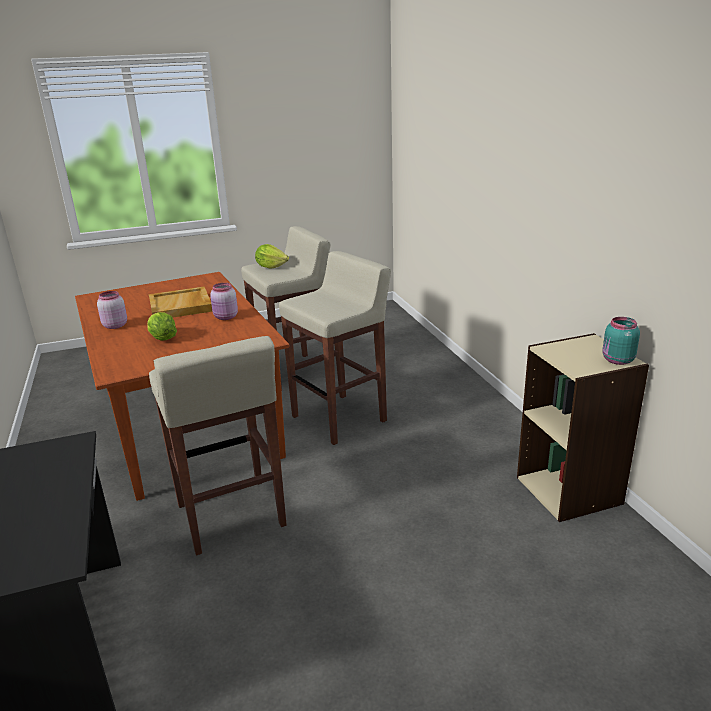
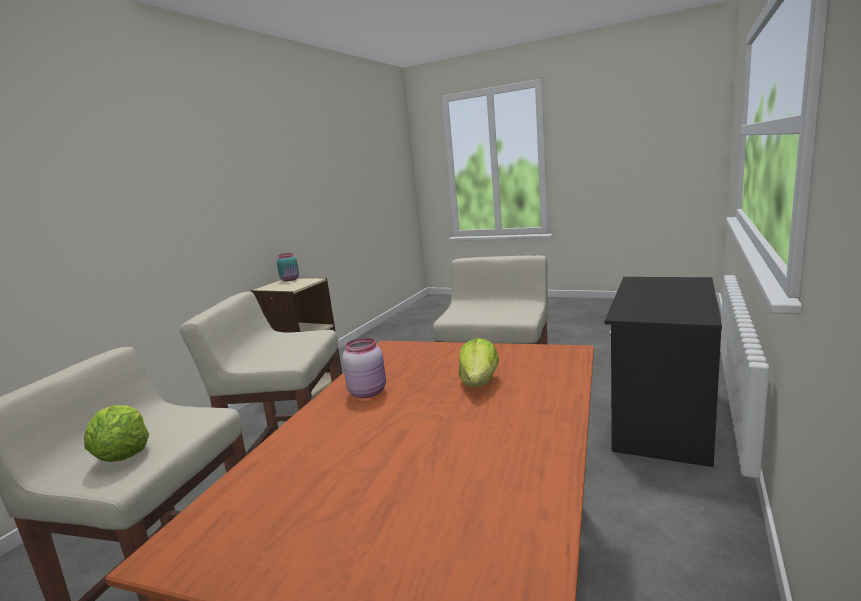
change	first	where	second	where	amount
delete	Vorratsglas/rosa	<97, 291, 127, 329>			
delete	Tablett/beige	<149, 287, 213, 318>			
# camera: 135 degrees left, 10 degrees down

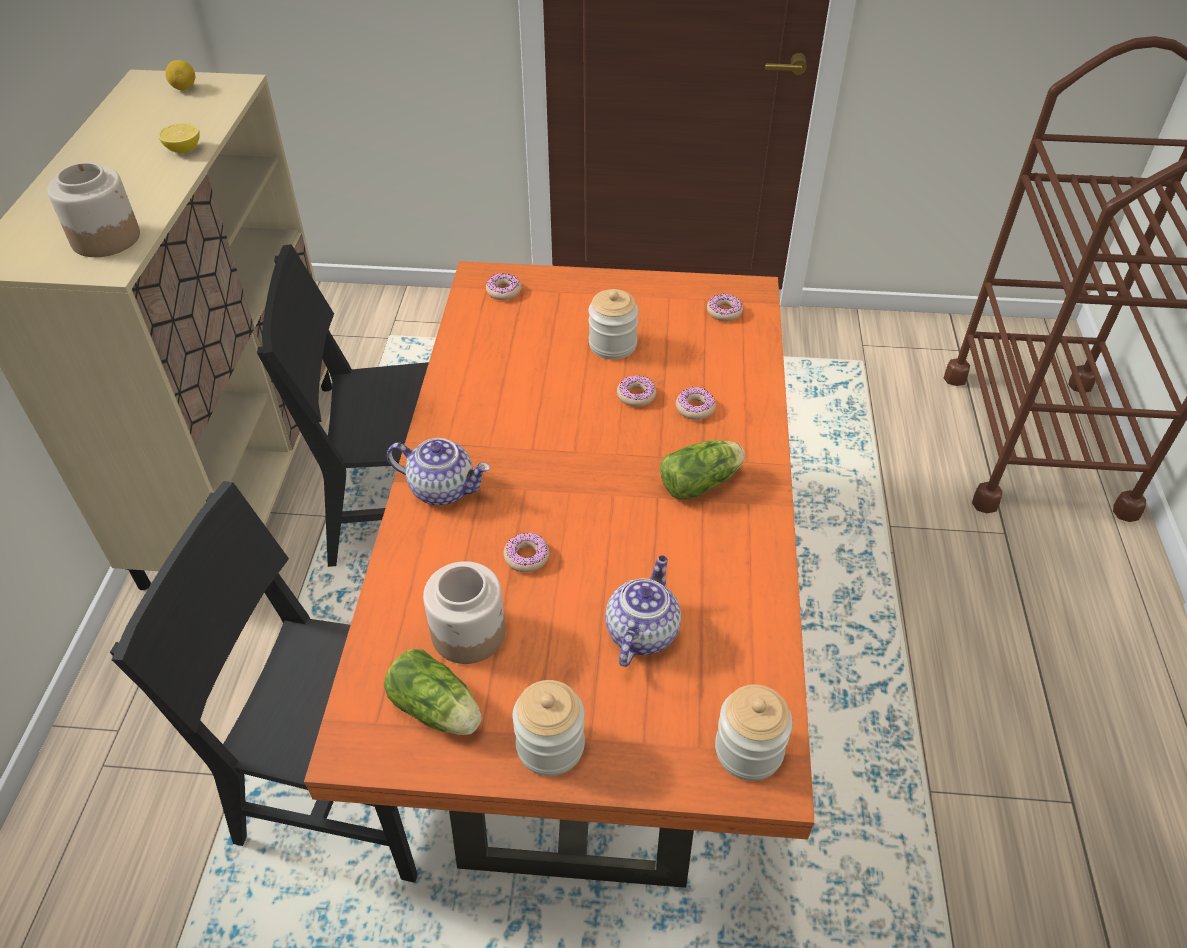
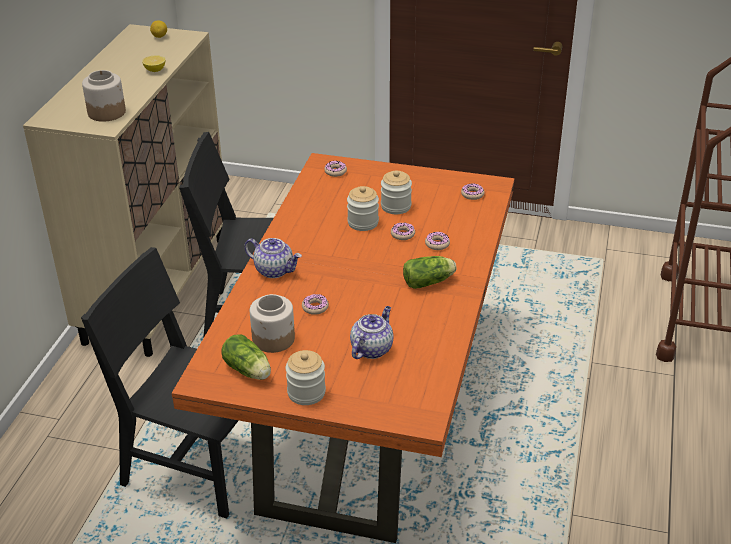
change	first	where	second	where	amount
move	Vorratsglas	<715, 684, 793, 781>		<347, 186, 379, 231>	
# camera: 10 degrees right, 10 degrees down

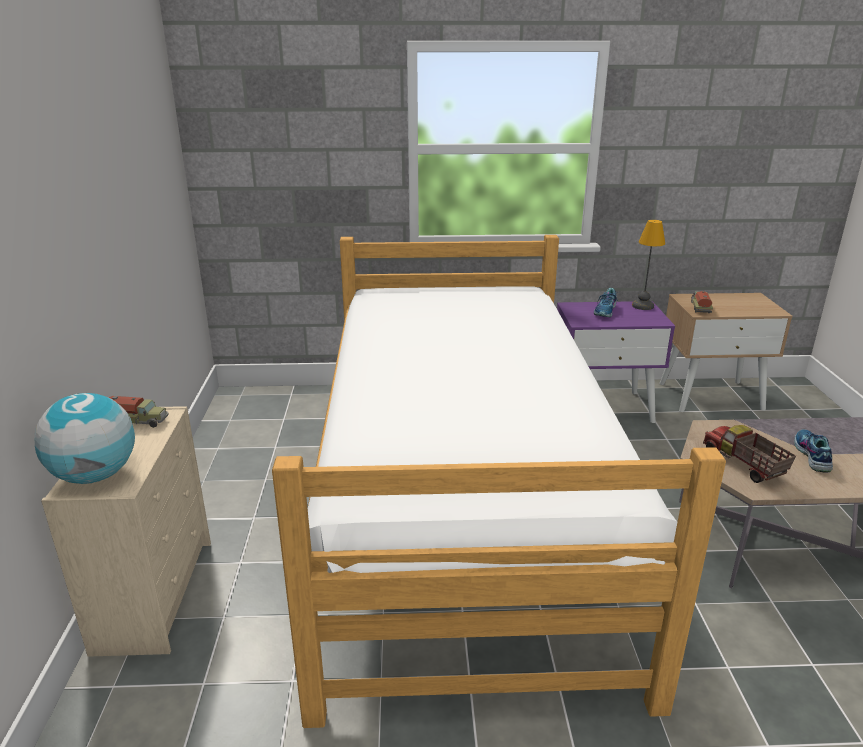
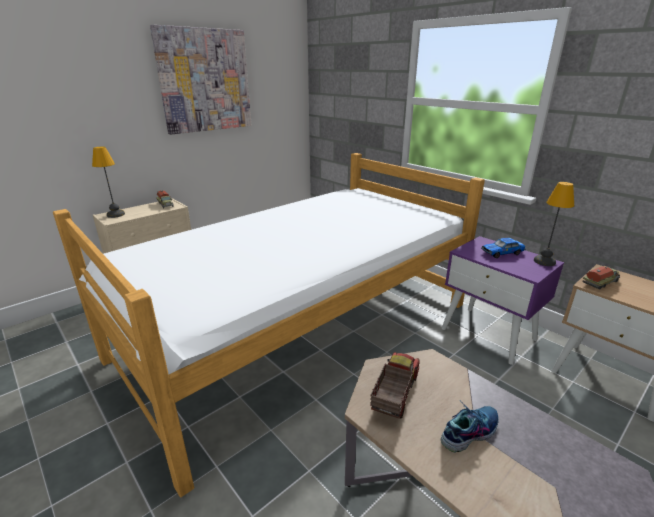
change	first	where	second	where	amount
insert			Bild	<150, 25, 251, 134>	
replace	Globus	<35, 393, 135, 484>	Tischlampe	<92, 147, 125, 218>	
replace	Schuh	<594, 288, 617, 317>	Spielzeugauto	<481, 238, 526, 258>	
# camera: 50 degrees right, 0 degrees up

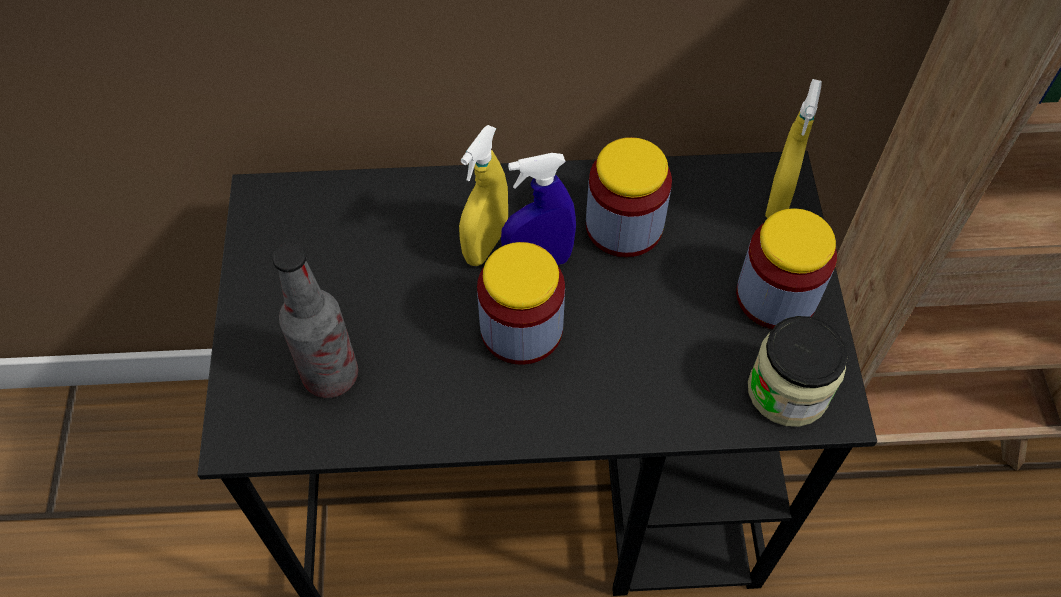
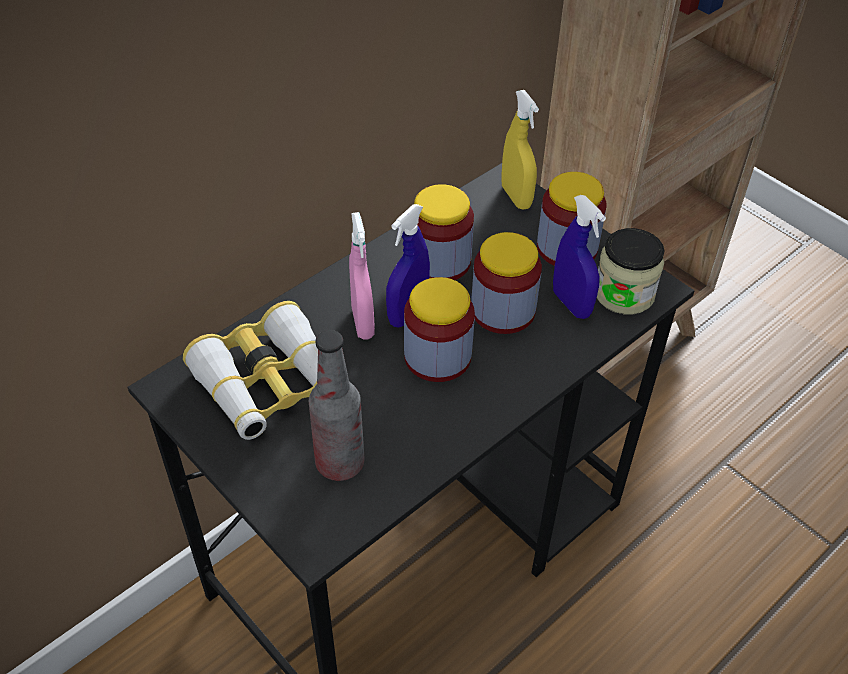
change	first	where	second	where	amount
insert			Fernglas	<183, 301, 318, 440>	
insert			Vorratsglas	<471, 232, 542, 334>	
insert			Sprühflasche/blau	<553, 195, 606, 319>	
recolor	Sprühflasche/gelb	<459, 125, 508, 266>	Sprühflasche/rosa	<349, 212, 375, 340>	
# camera: 40 degrees left, 10 degrees down

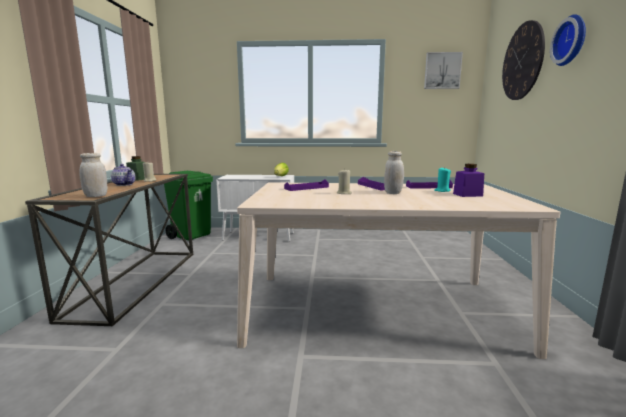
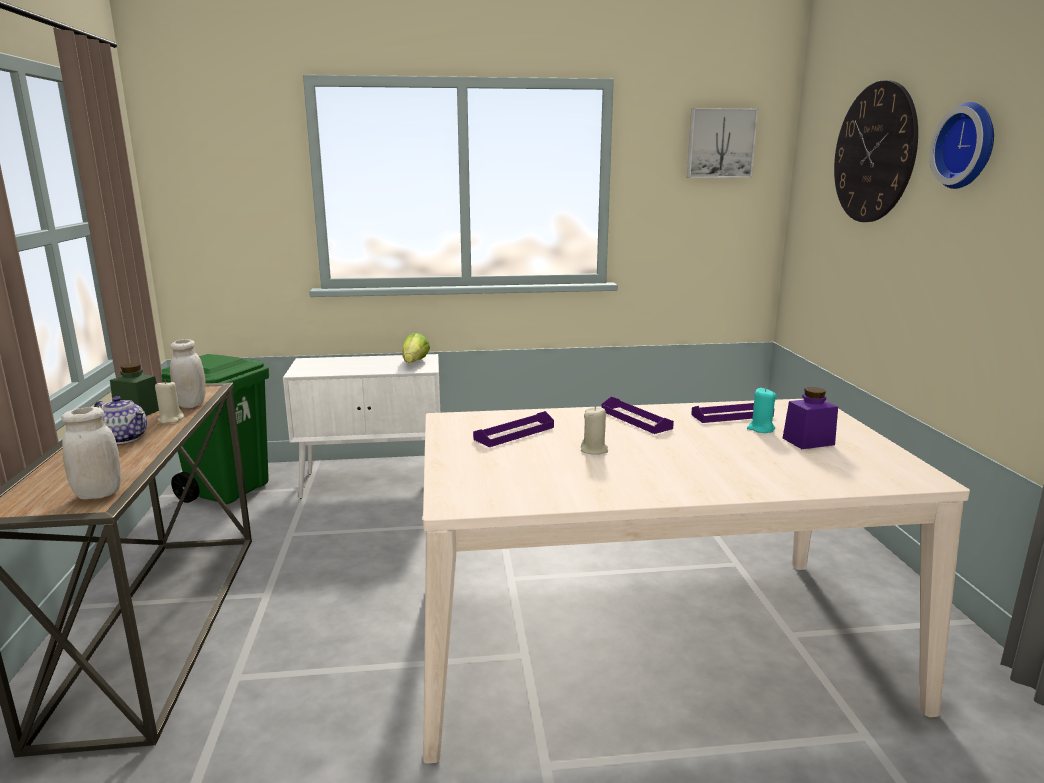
change	first	where	second	where	amount
move	Vorratsglas/weiß	<384, 151, 404, 194>		<170, 339, 206, 408>	
# camera: 10 degrees left, 5 degrees up

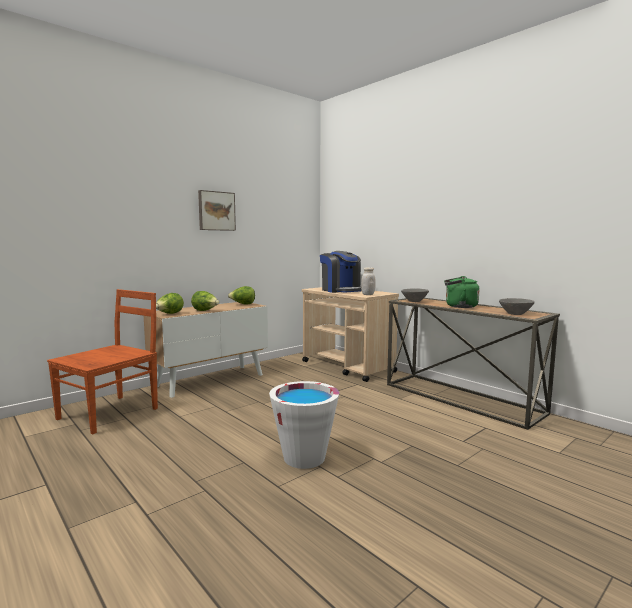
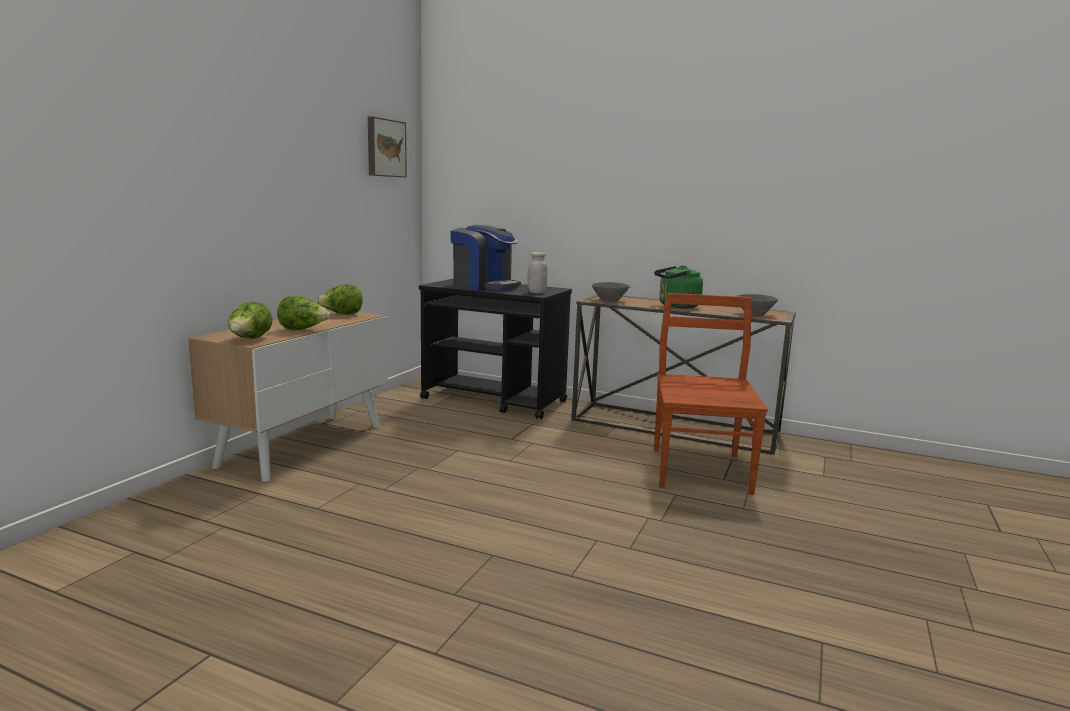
change	first	where	second	where	amount
delete	Eimer/weiß	<269, 381, 339, 469>			
move	Stuhl/braun	<47, 289, 158, 434>		<654, 293, 768, 495>	
move	Bild	<198, 190, 236, 231>		<368, 117, 407, 177>	
recolor	Rollwagen/beige	<302, 287, 399, 382>	Rollwagen/schwarz	<419, 279, 572, 419>	
# camera: 25 degrees left, 5 degrees up

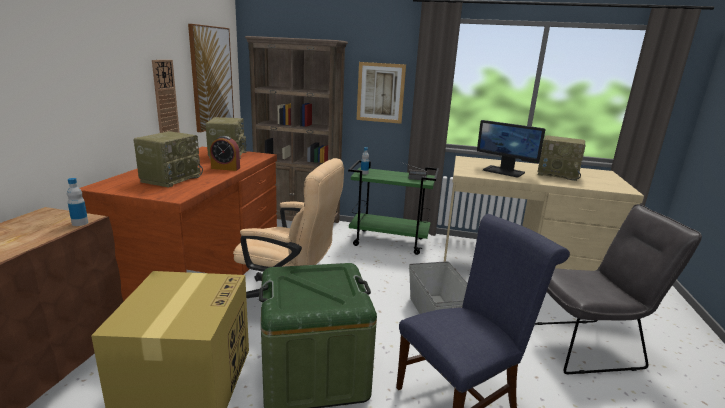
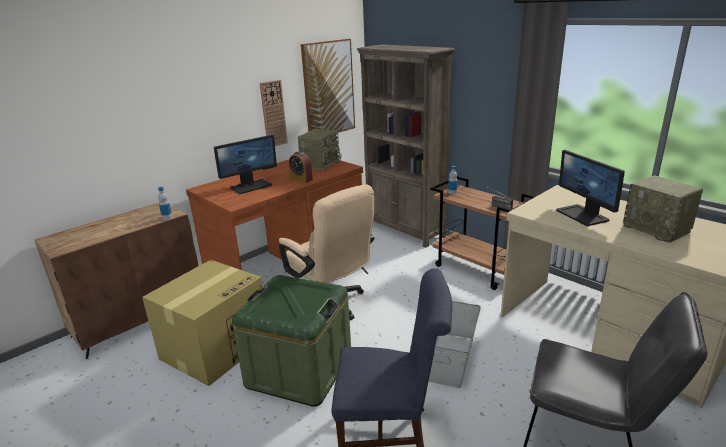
change	first	where	second	where	amount
delete	Bild	<357, 62, 406, 124>			
replace	Radio	<133, 131, 203, 188>	Monitor	<214, 135, 277, 194>	
recolor	Rollwagen/grün	<348, 160, 439, 255>	Rollwagen/braun	<430, 177, 535, 290>	
# camera: 35 degrees right, 5 degrees up

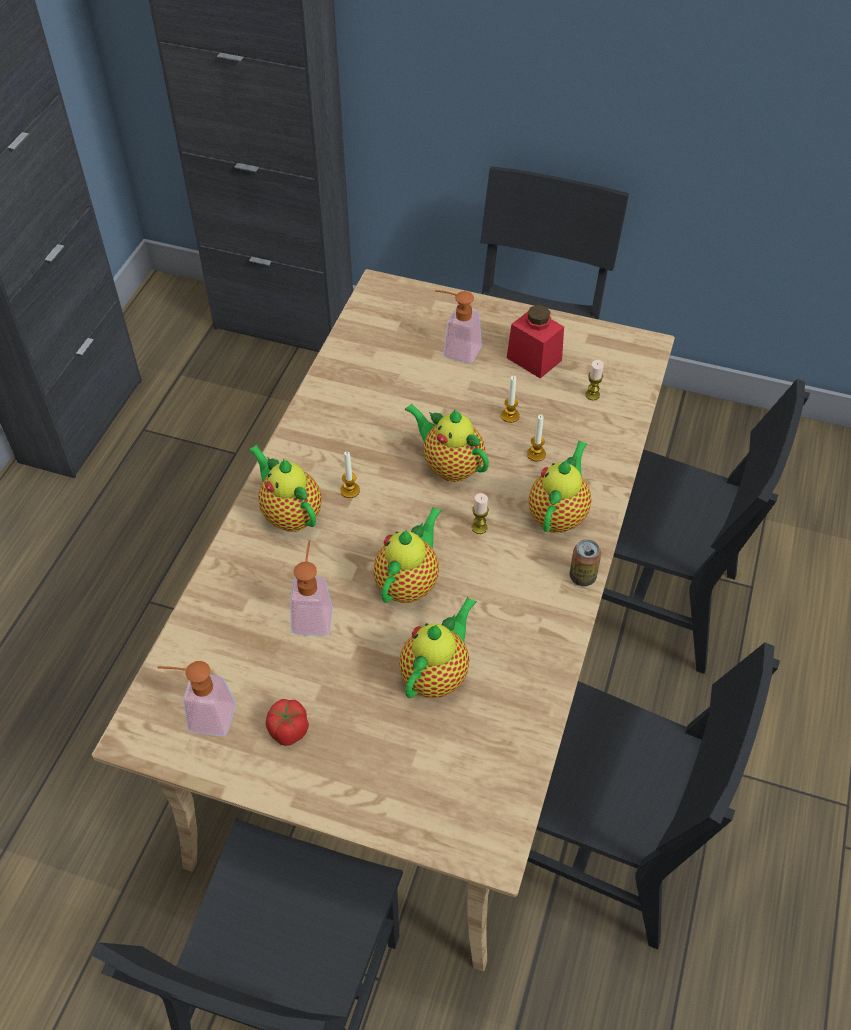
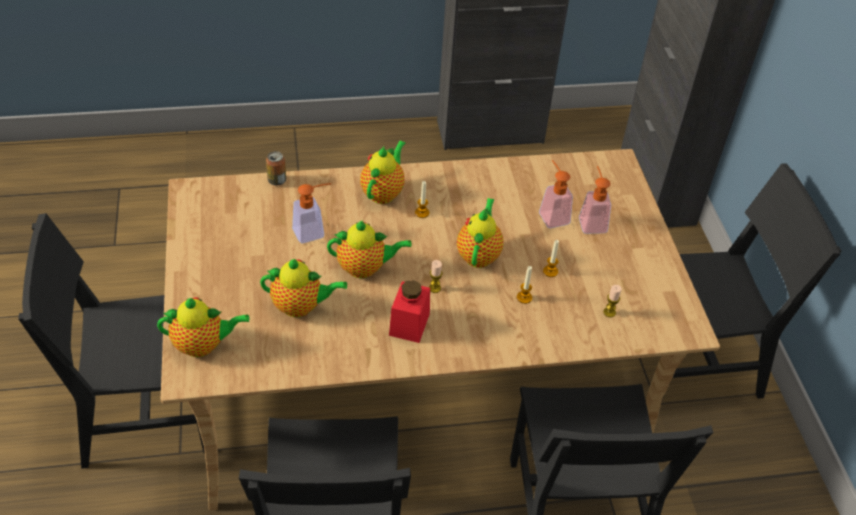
change	first	where	second	where	amount
delete	Tomate	<266, 699, 309, 746>			
move	Seifenspender	<157, 661, 236, 736>		<539, 160, 573, 228>	
move	Vorratsglas/rot	<507, 305, 564, 379>		<389, 280, 430, 343>	
move	Teekanne	<529, 441, 592, 533>		<157, 297, 249, 357>	
move	Dose	<570, 539, 601, 586>		<266, 151, 286, 186>	
# camera: 60 degrees right, 5 degrees down

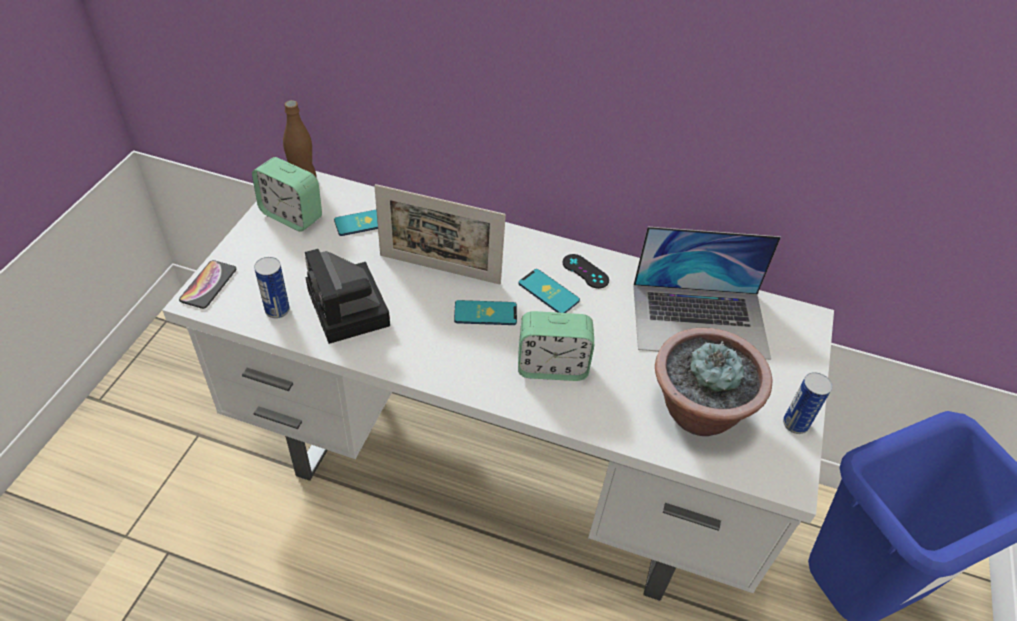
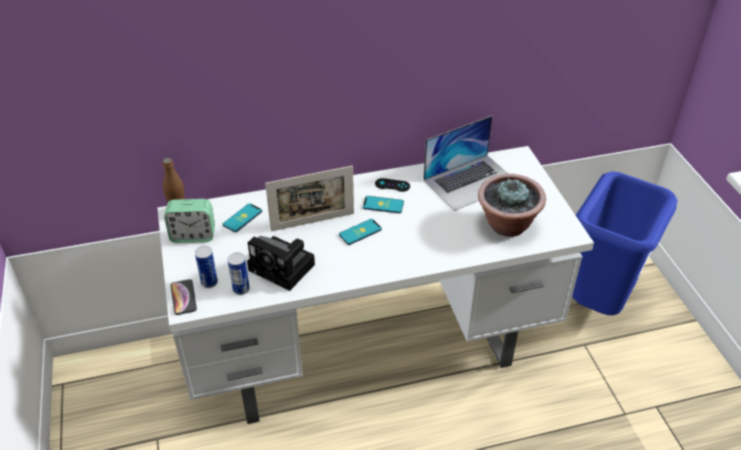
change	first	where	second	where	amount
delete	Wecker	<518, 311, 594, 381>			
move	Dose	<783, 372, 832, 434>		<195, 246, 218, 288>	
# camera: 30 degrees left, 5 degrees down

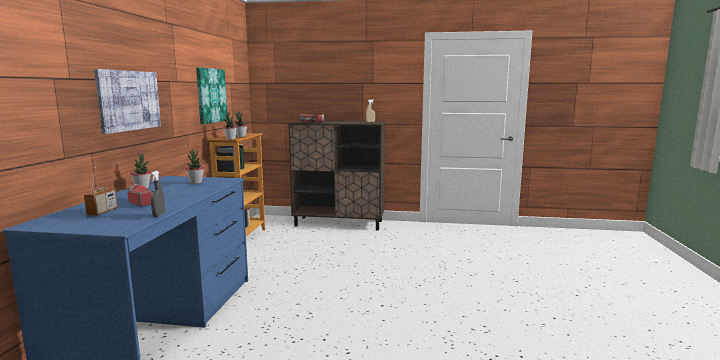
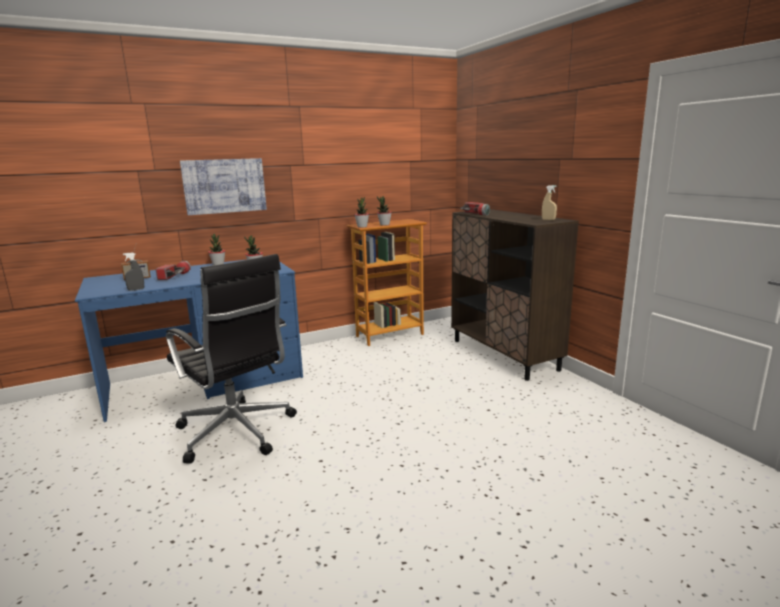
change	first	where	second	where	amount
delete	Bild	<196, 67, 227, 124>			
insert			Bürostuhl/schwarz	<166, 254, 297, 464>	
# camera: 55 degrees right, 5 degrees up

